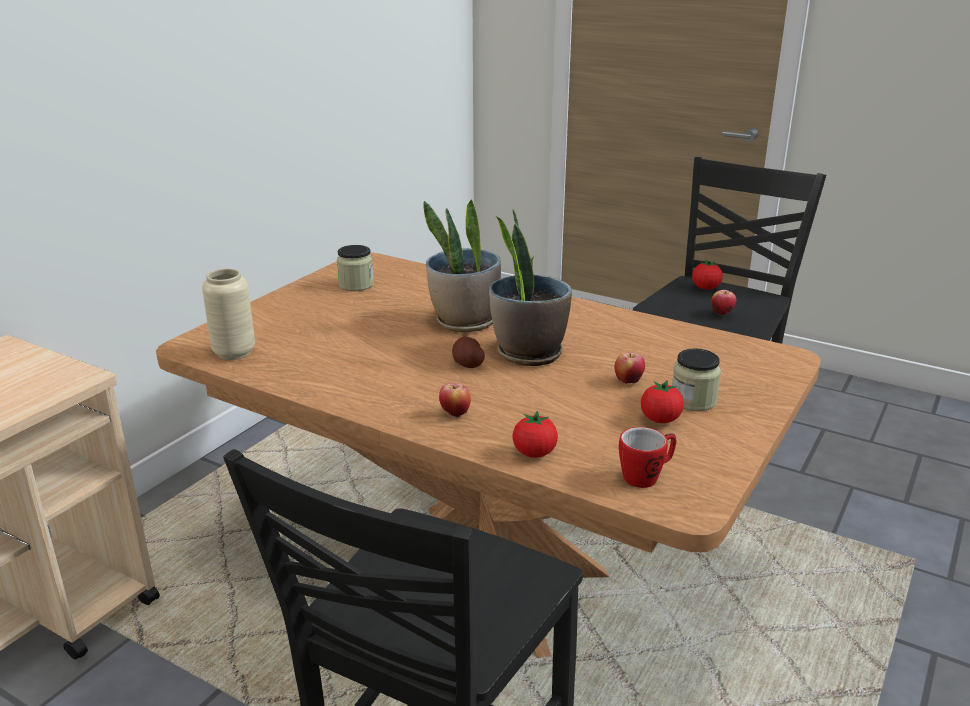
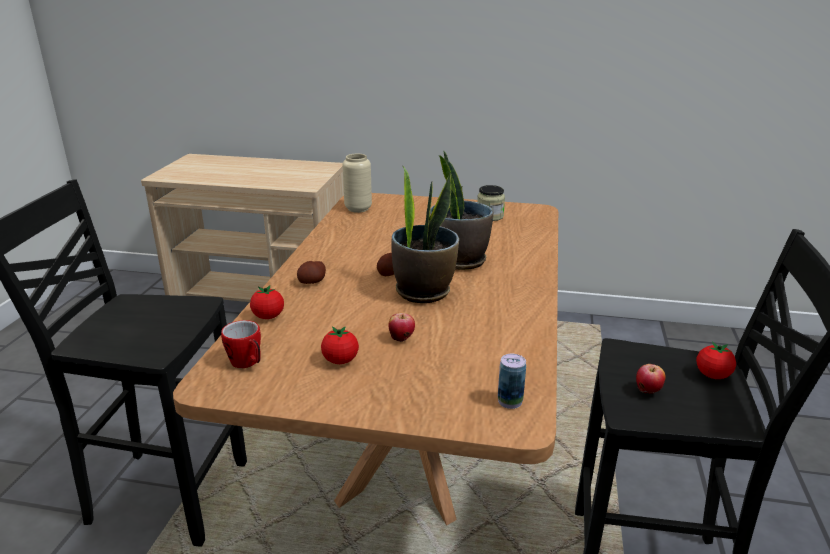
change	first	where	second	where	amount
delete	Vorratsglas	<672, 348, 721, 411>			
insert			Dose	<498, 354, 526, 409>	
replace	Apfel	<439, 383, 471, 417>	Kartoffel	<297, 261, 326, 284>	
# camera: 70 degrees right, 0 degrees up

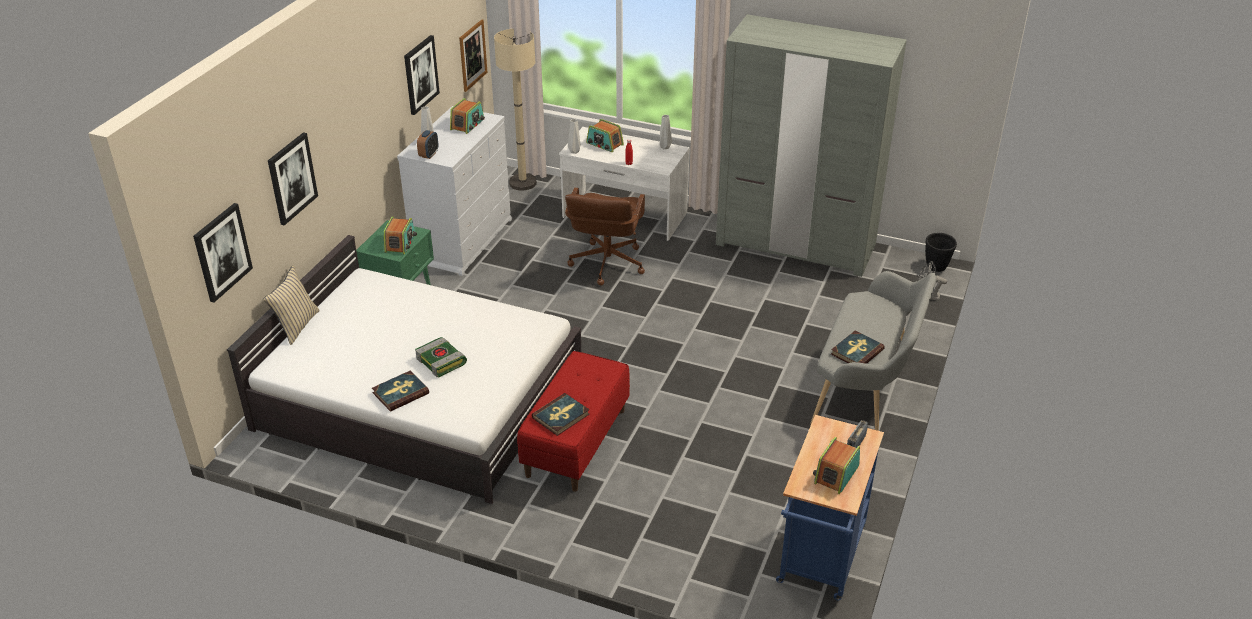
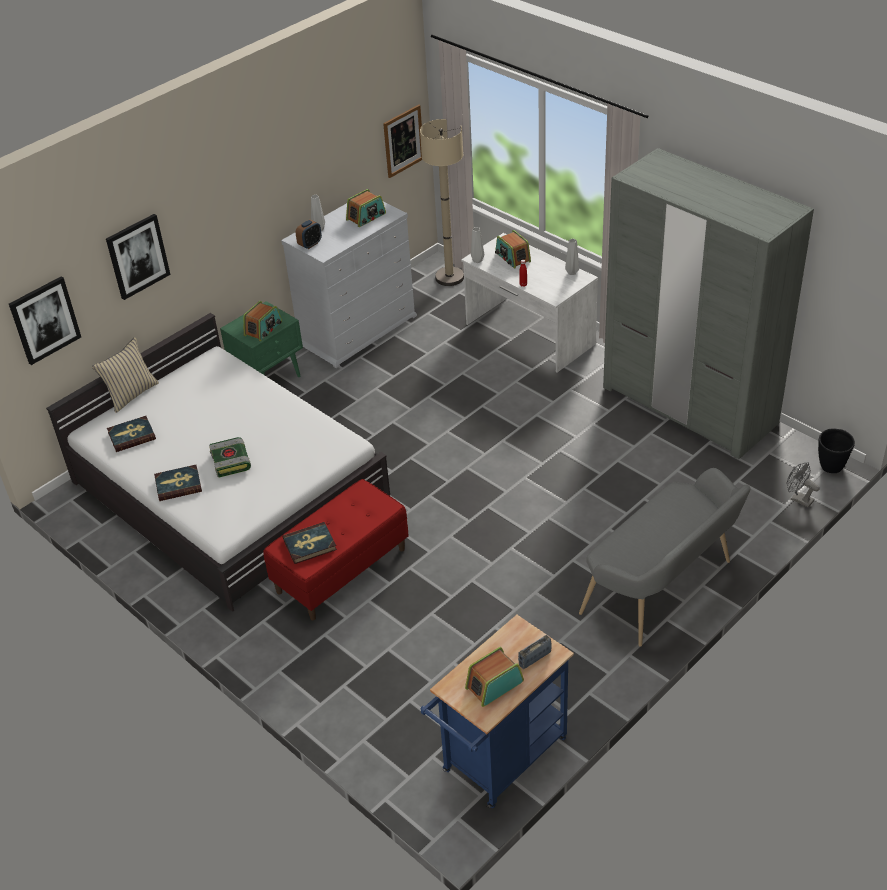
change	first	where	second	where	amount
delete	Bild	<404, 35, 440, 115>			
delete	Bürostuhl/braun	<565, 188, 645, 285>			
move	Buch	<831, 330, 885, 364>		<107, 416, 156, 452>	
# camera: 25 degrees right, 5 degrees up

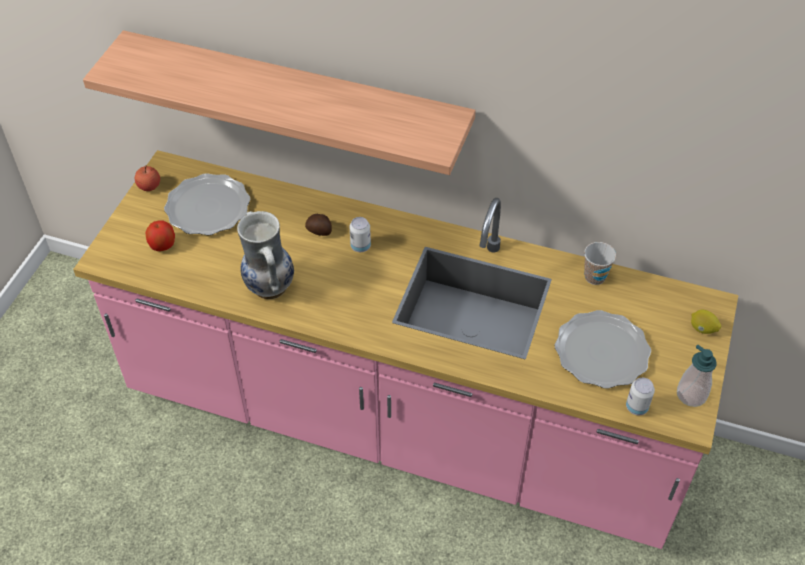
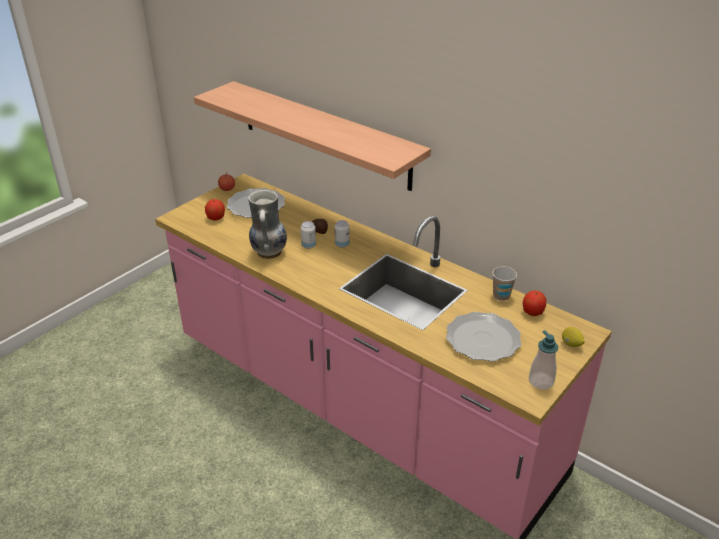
change	first	where	second	where	amount
insert			Apfel	<523, 291, 546, 316>	
move	Dose	<626, 378, 655, 415>		<301, 221, 316, 249>	
# camera: 20 degrees right, 15 degrees down

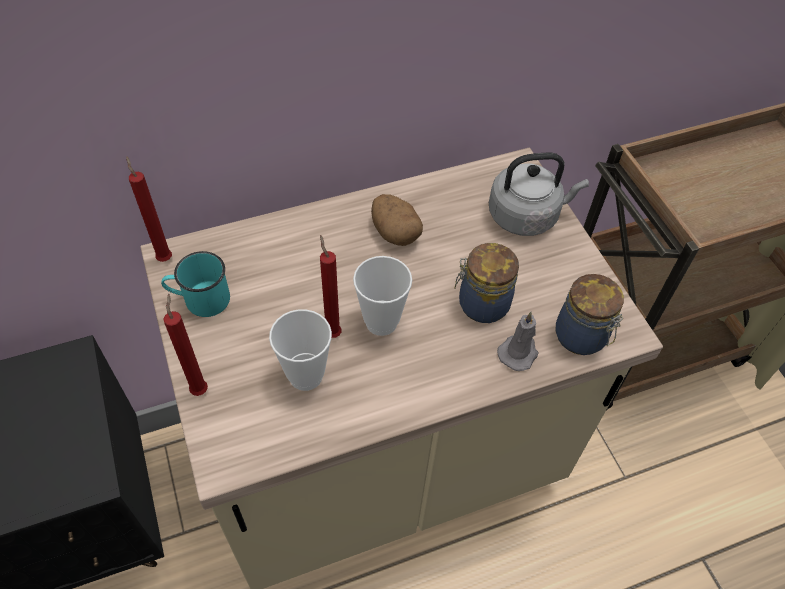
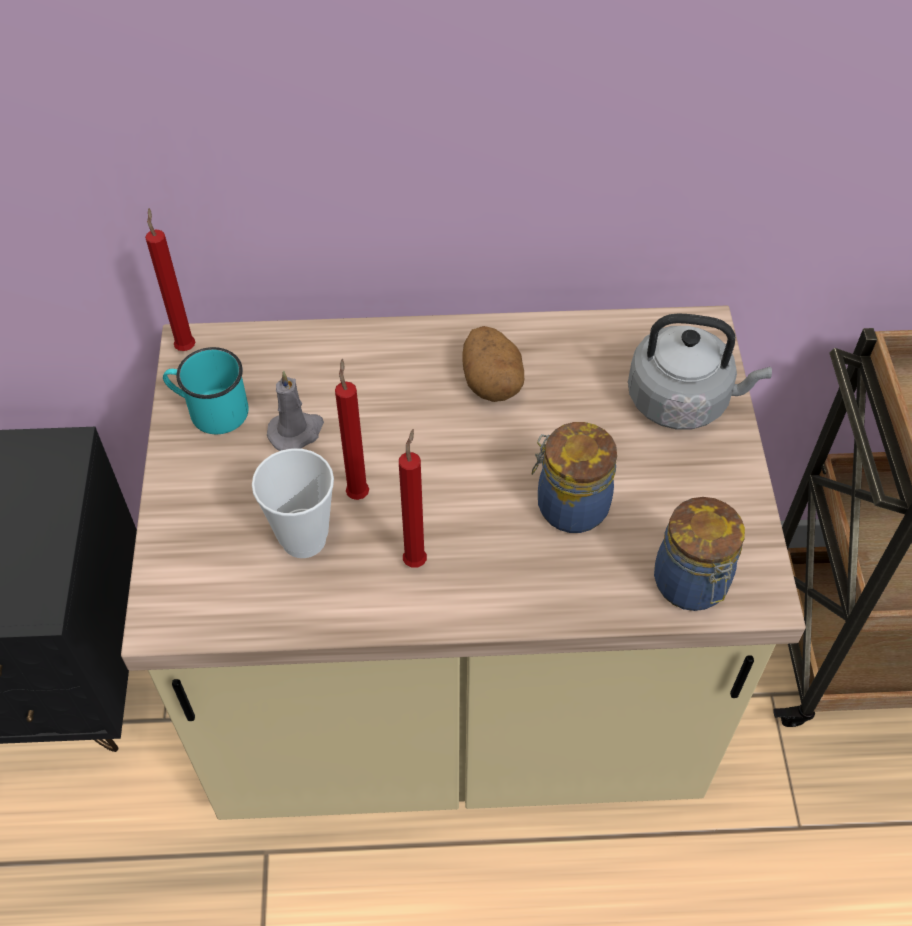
change	first	where	second	where	amount
delete	Tasse	<353, 256, 412, 336>			
move	Kerze/rot	<164, 294, 208, 396>		<399, 429, 427, 568>	
move	Kerze/grau	<497, 312, 538, 371>		<267, 371, 324, 451>	
# camera: 20 degrees right, 0 degrees up

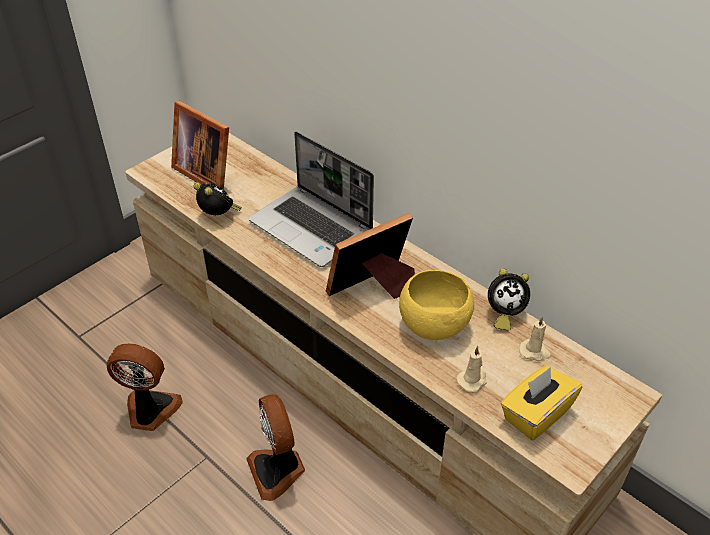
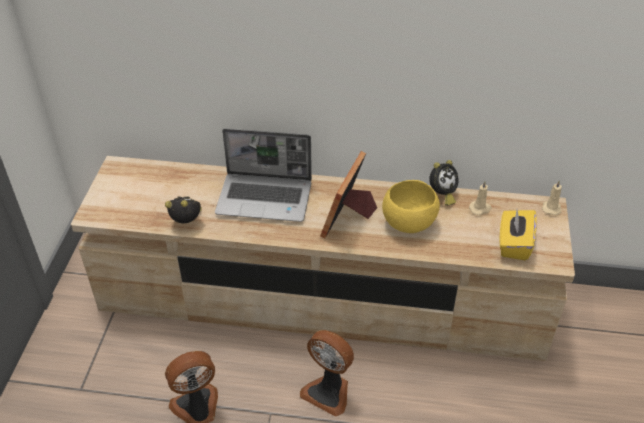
change	first	where	second	where	amount
delete	Bilderrahmen	<171, 101, 229, 190>			
move	Kerze/beige	<457, 346, 487, 392>		<542, 180, 562, 215>	
# camera: 35 degrees left, 0 degrees up

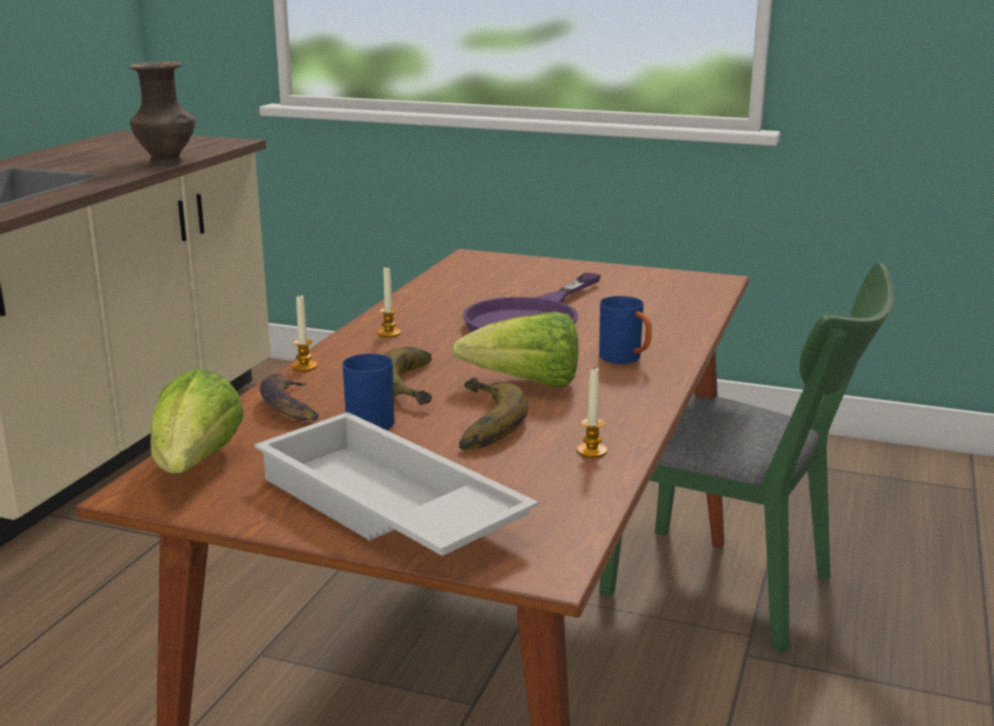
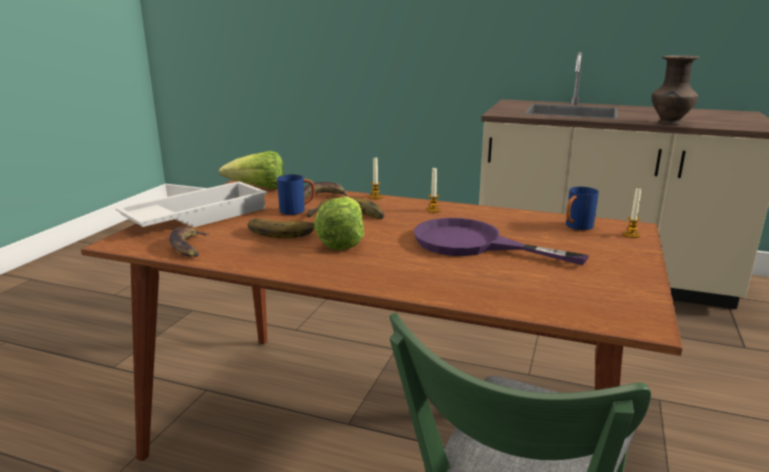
change	first	where	second	where	amount
insert			Banane	<169, 226, 209, 257>	
move	Kerze	<577, 367, 607, 458>		<622, 188, 641, 238>	
move	Henkelbecher/blau	<599, 296, 652, 364>		<566, 187, 599, 230>	
# camera: 90 degrees right, 0 degrees up

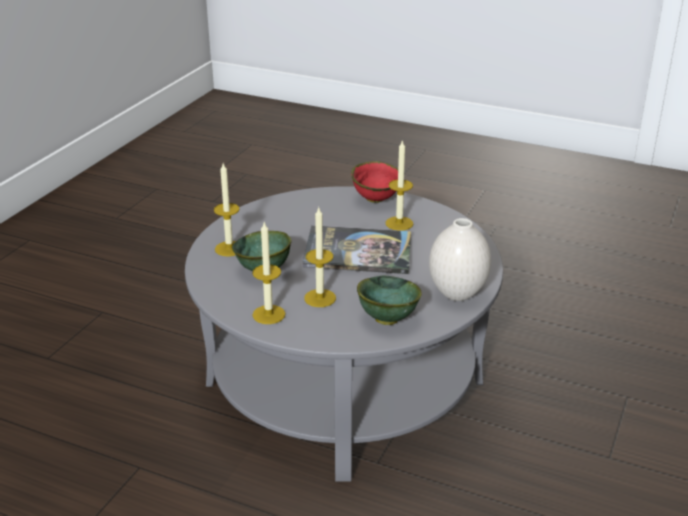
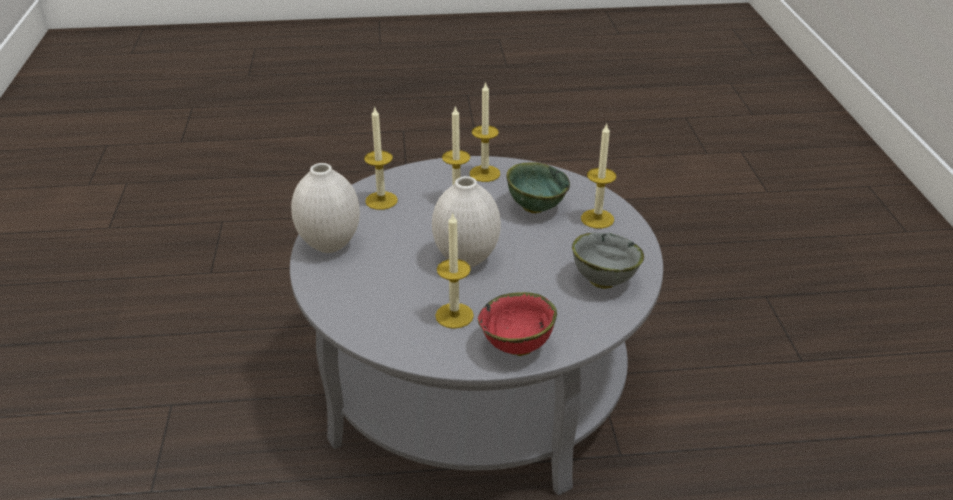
change	first	where	second	where	amount
insert			Schüssel/grau	<572, 233, 644, 289>	
replace	Buch	<302, 225, 411, 274>	Vase/weiß	<432, 176, 501, 267>	
replace	Schüssel/grün	<357, 275, 422, 325>	Kerze	<364, 108, 398, 210>	
# camera: 150 degrees right, 5 degrees up

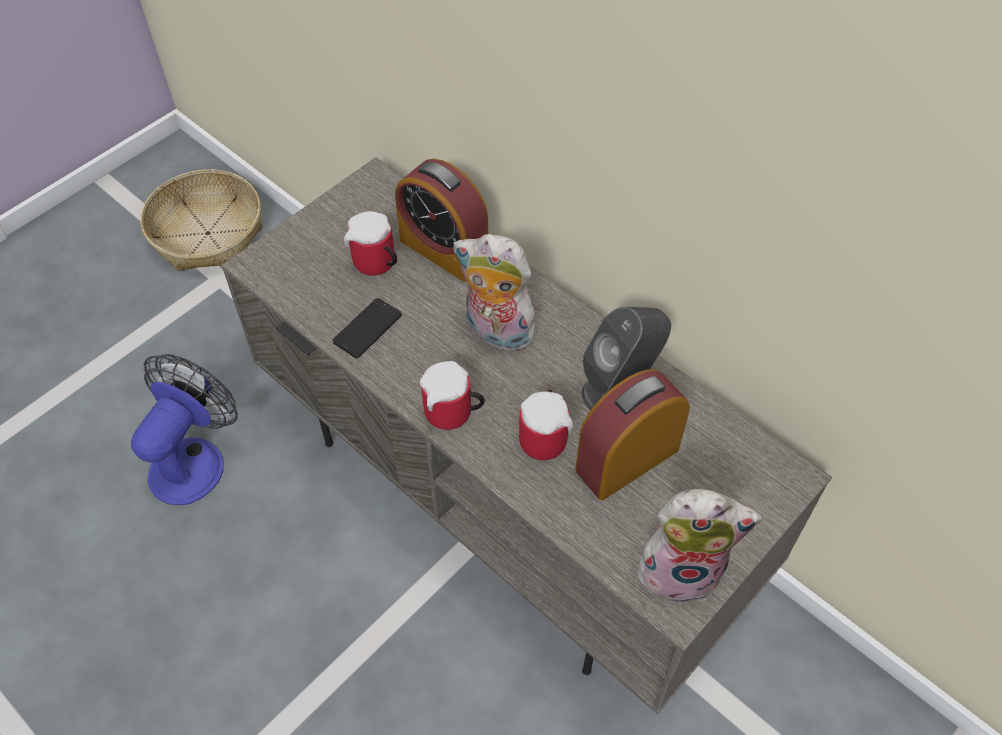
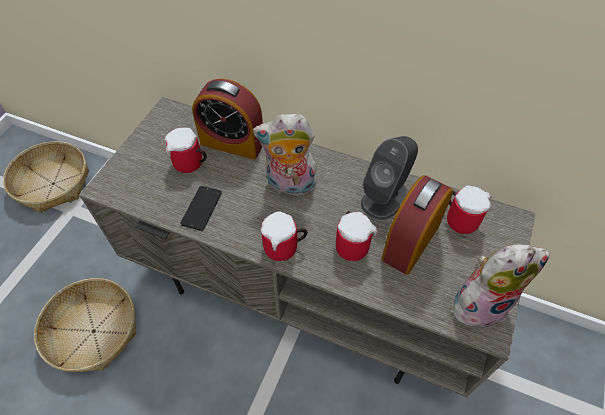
change	first	where	second	where	amount
insert			Henkelbecher	<447, 185, 491, 234>	
replace	Ventilator	<131, 354, 238, 505>	Korb	<34, 278, 136, 372>	
# camera: 20 degrees left, 0 degrees up

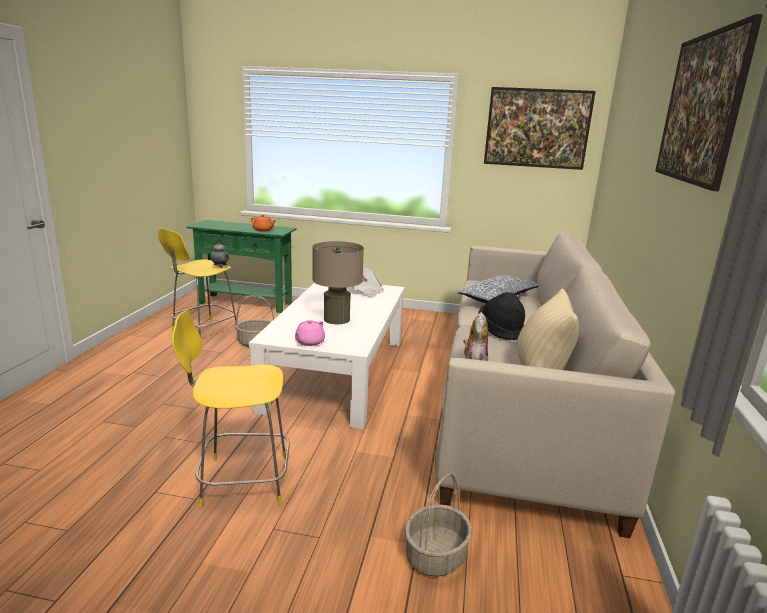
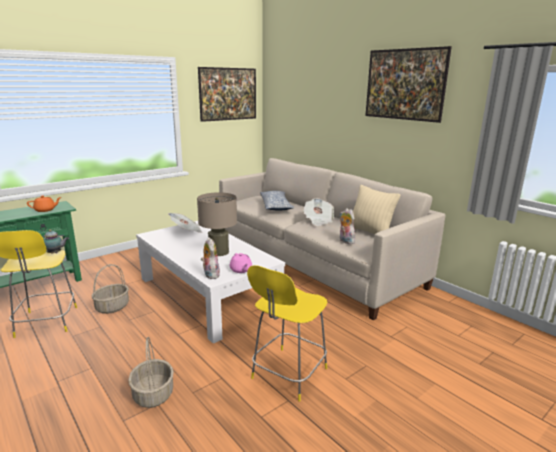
change	first	where	second	where	amount
insert			Plüschtier	<201, 237, 220, 279>	
move	Korb	<405, 474, 472, 577>		<128, 337, 174, 408>	
replace	Hut/schwarz	<478, 292, 525, 340>	Zeitung	<303, 198, 334, 226>	
# camera: 50 degrees left, 0 degrees up

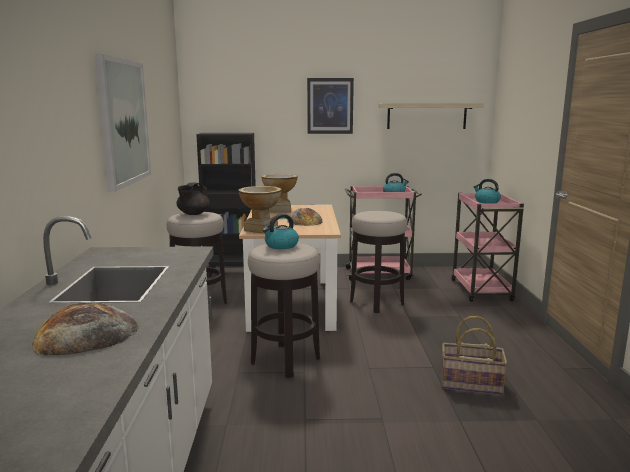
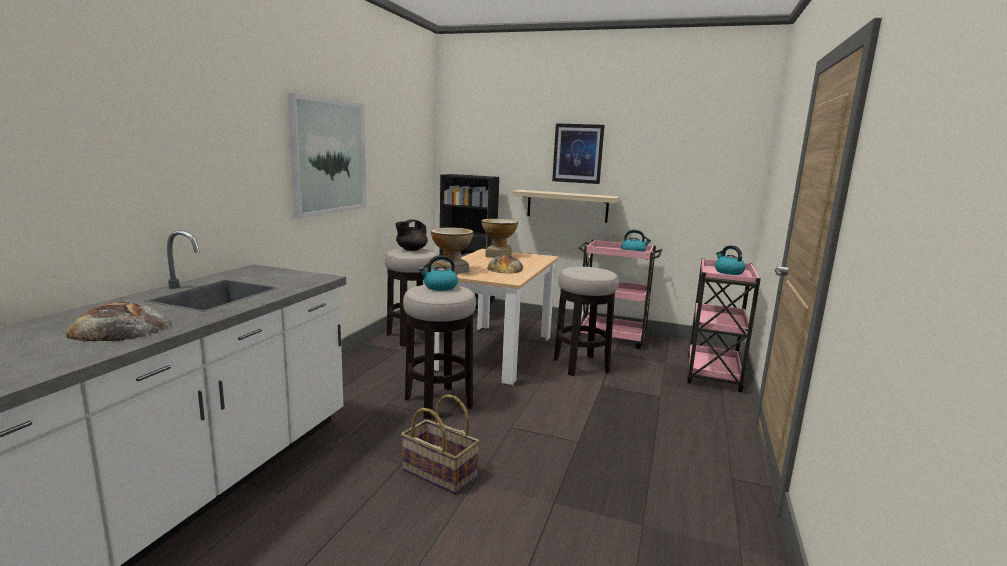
change	first	where	second	where	amount
move	Wandregal	<378, 103, 484, 129>		<513, 190, 620, 223>	
move	Korb	<442, 316, 507, 395>		<401, 394, 480, 494>	
# camera: 20 degrees right, 0 degrees up

